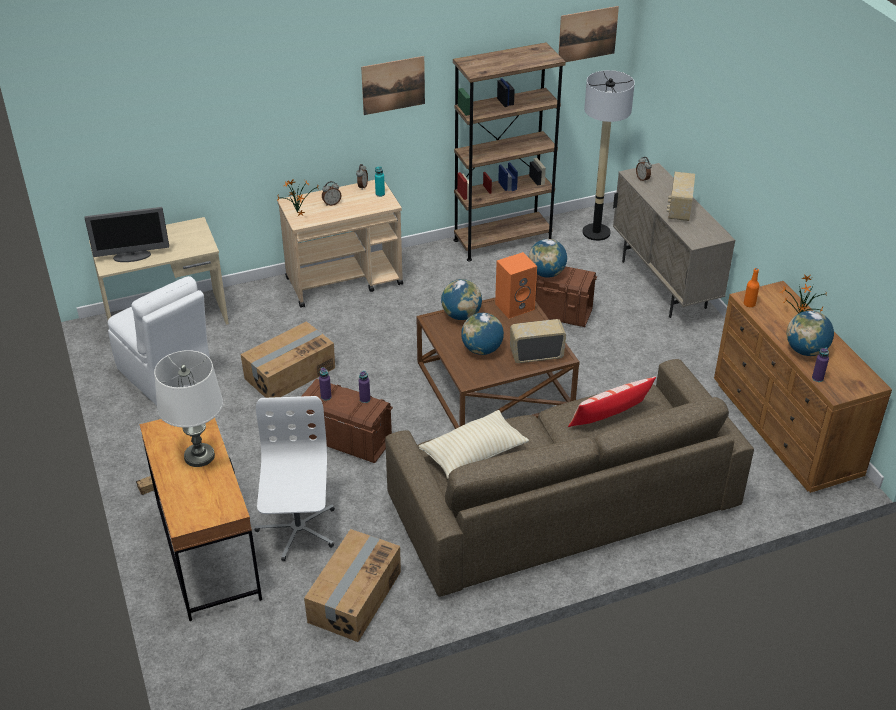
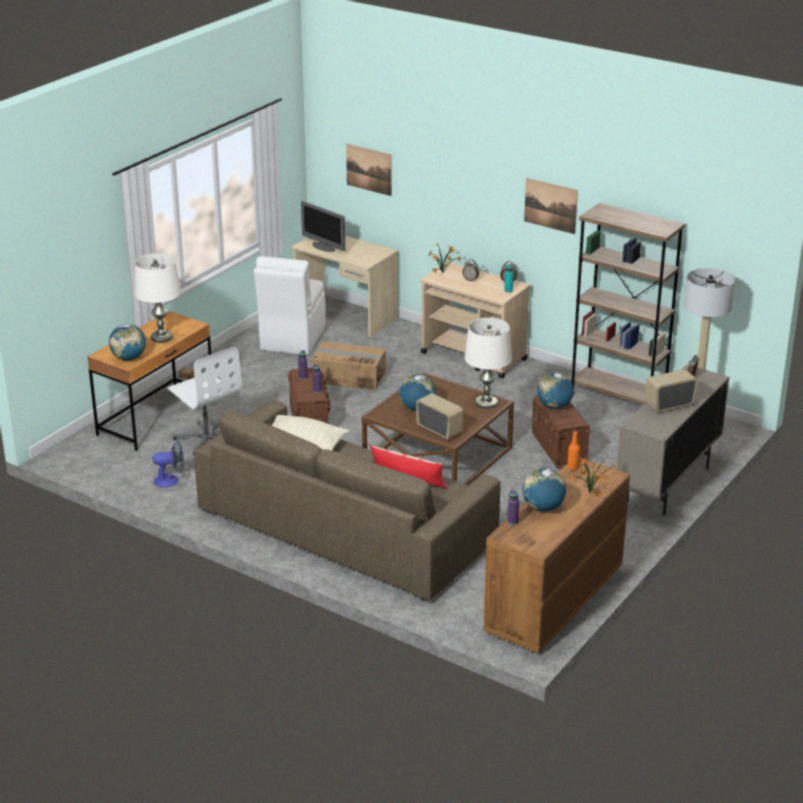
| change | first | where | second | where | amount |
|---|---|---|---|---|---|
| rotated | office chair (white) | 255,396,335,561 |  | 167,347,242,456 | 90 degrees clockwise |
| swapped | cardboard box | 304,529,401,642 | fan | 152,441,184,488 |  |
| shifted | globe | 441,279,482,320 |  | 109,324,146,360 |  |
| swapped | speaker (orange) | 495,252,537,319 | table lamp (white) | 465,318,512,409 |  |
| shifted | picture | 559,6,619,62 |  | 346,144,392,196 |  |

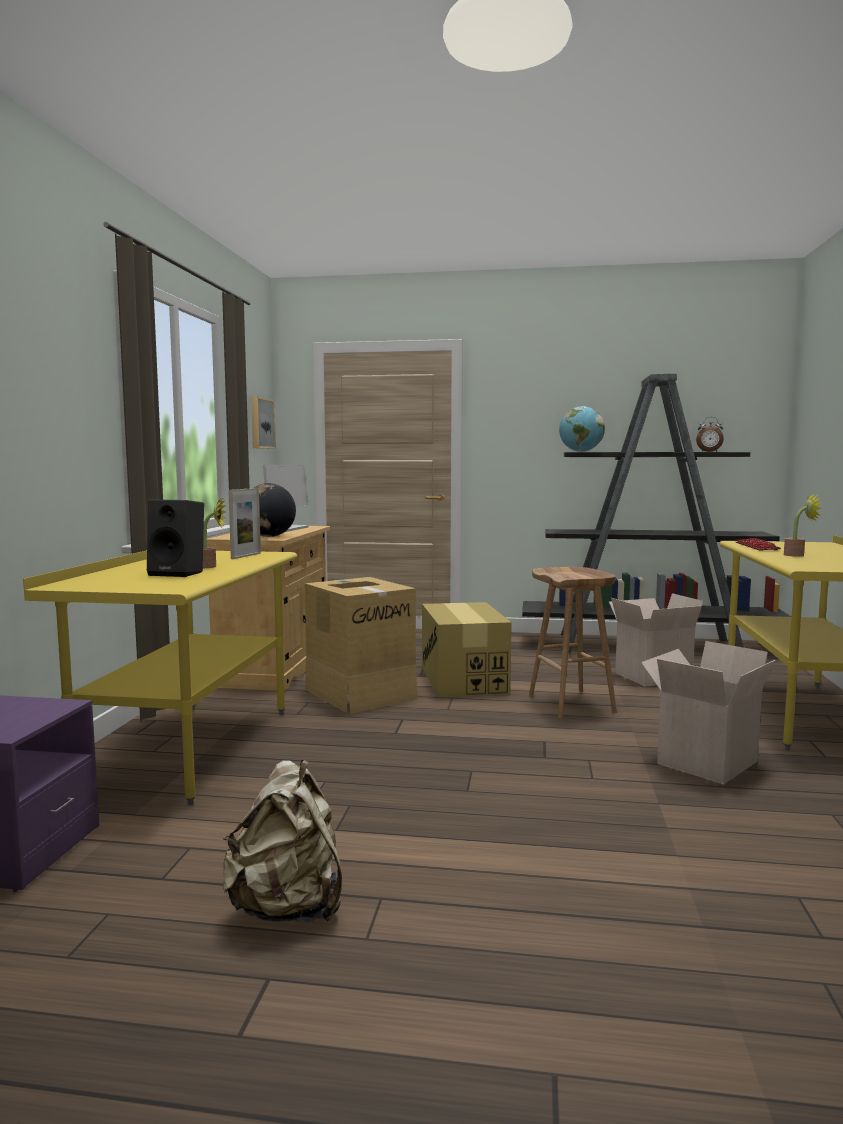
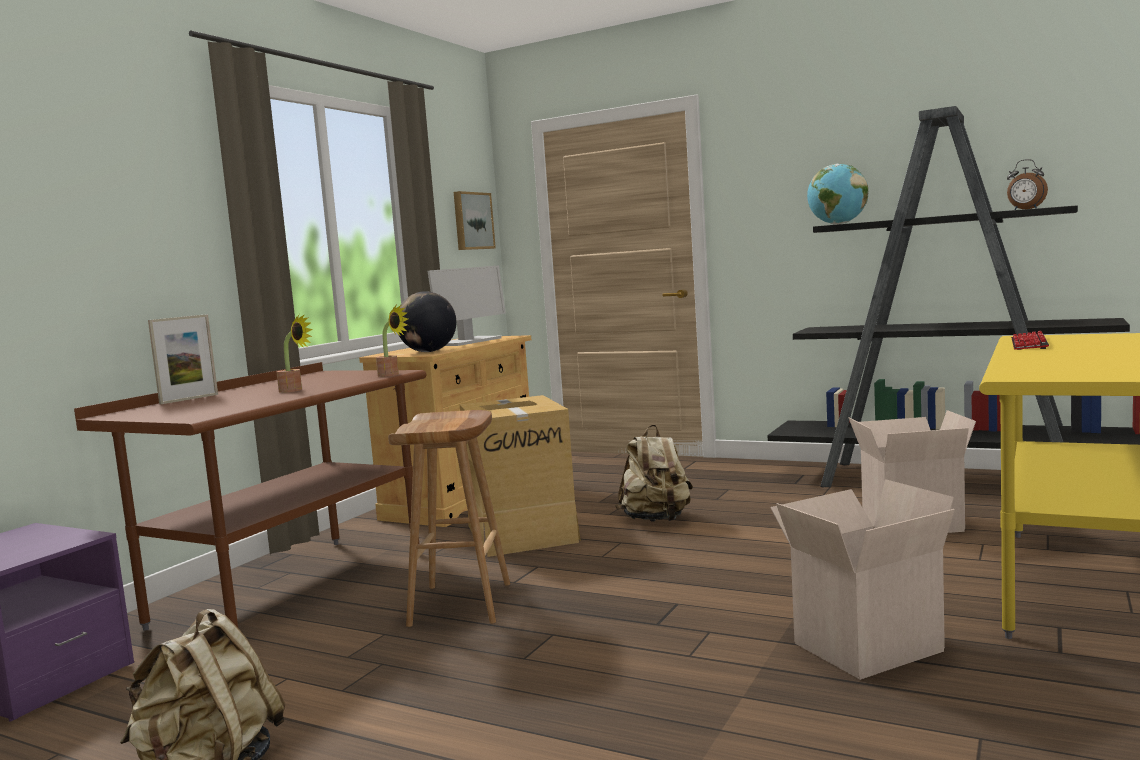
| change | first | where | second | where | amount |
|---|---|---|---|---|---|
| repainted | desk (yellow) | 23,550,297,805 | desk (brown) | 74,362,427,631 |  |
| gone | speaker (black) | 147,500,204,577 |  |  |  |
| shifted | picture frame | 228,488,261,559 |  | 148,314,218,404 |  |
| swapped | cardboard box | 422,602,512,697 | backpack (beige) | 615,425,693,521 |  |
| shifted | stool (brown) | 529,567,617,719 |  | 388,410,510,627 |  |
| shifted | potted plant | 784,493,822,557 |  | 376,305,408,377 |  |

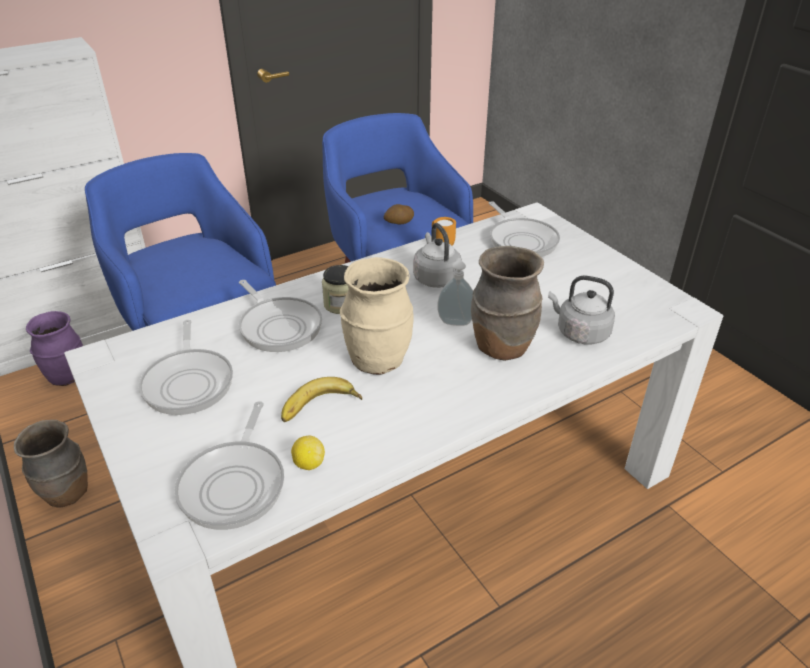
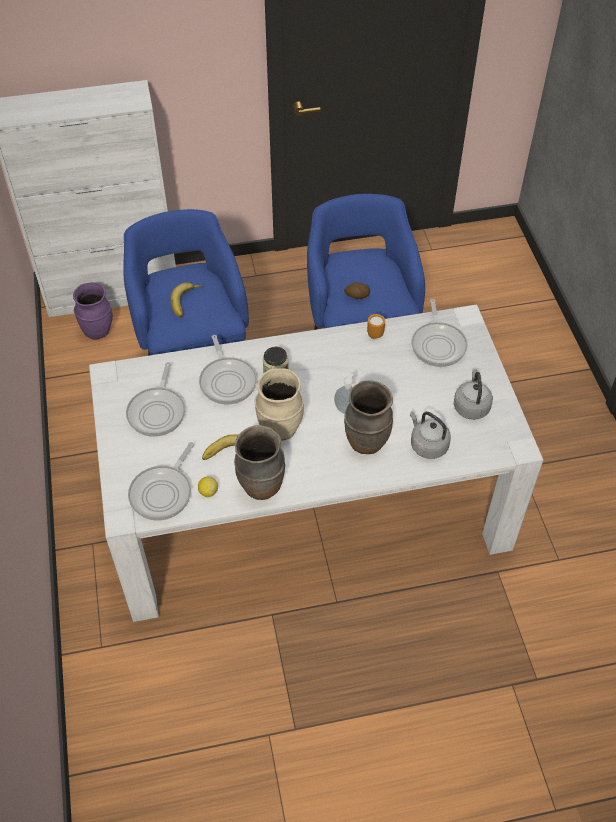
| change | first | where | second | where | amount |
|---|---|---|---|---|---|
| shifted | vase (brown) | 14,420,88,508 |  | 234,425,285,500 |  |
| shifted | kettle (grey) | 413,223,461,288 |  | 454,369,493,420 |  |
| new |  |  | banana | 170,282,203,317 |  |

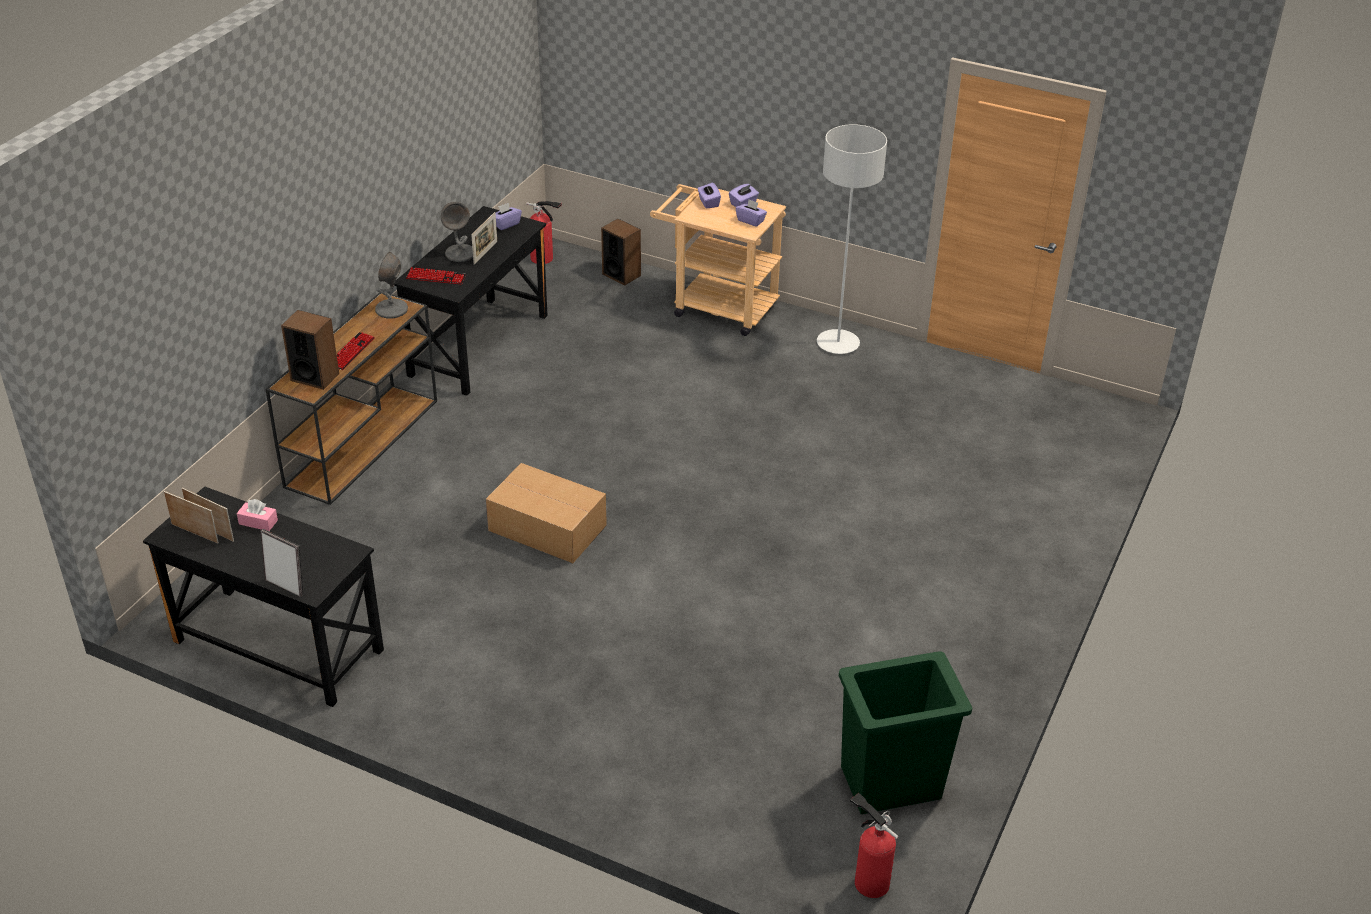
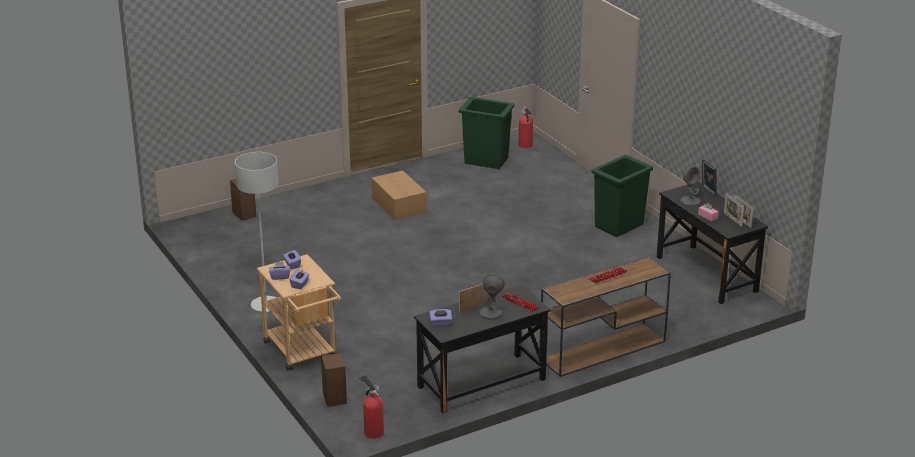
| change | first | where | second | where | amount |
|---|---|---|---|---|---|
| shifted | speaker | 281,310,339,390 |  | 230,179,256,221 |  |
| shifted | table lamp (grey) | 375,252,408,318 |  | 680,167,701,206 |  |
| shifted | cardboard box | 486,463,607,563 |  | 371,171,427,220 |  |
| new |  |  | trash can (green) | 591,155,653,237 |  |

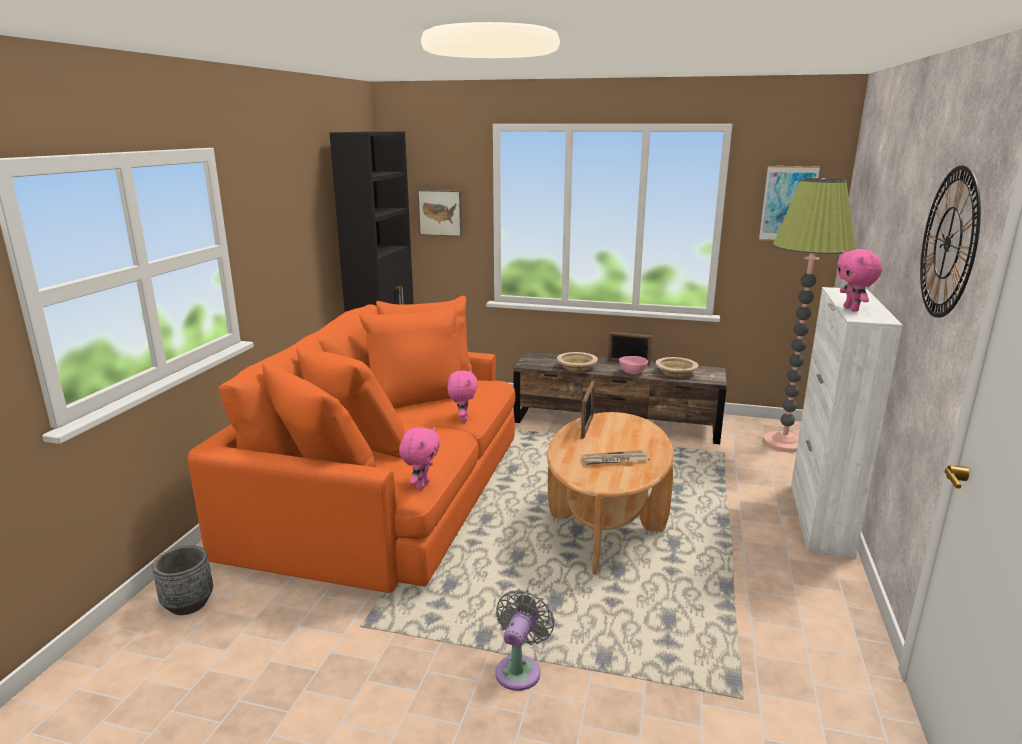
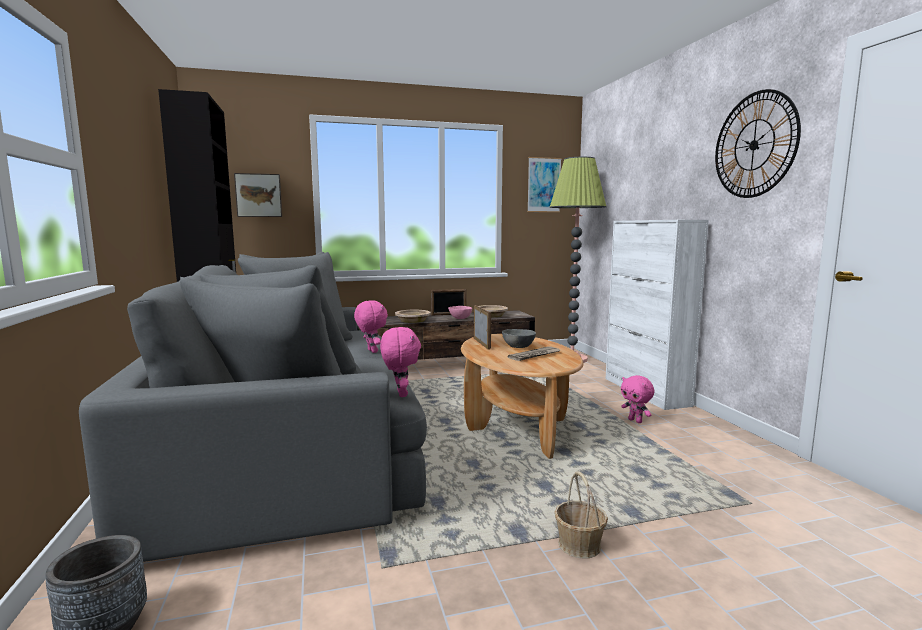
| change | first | where | second | where | amount |
|---|---|---|---|---|---|
| repainted | sofa (orange) | 188,296,515,593 | sofa (grey) | 79,252,427,562 |  |
| swapped | fan (grey) | 495,589,555,691 | basket | 554,471,608,558 |  |
| shifted | plush toy (pink) | 837,249,882,312 |  | 621,375,654,423 |  |
| new |  |  | bowl (grey) | 502,329,536,348 |  |

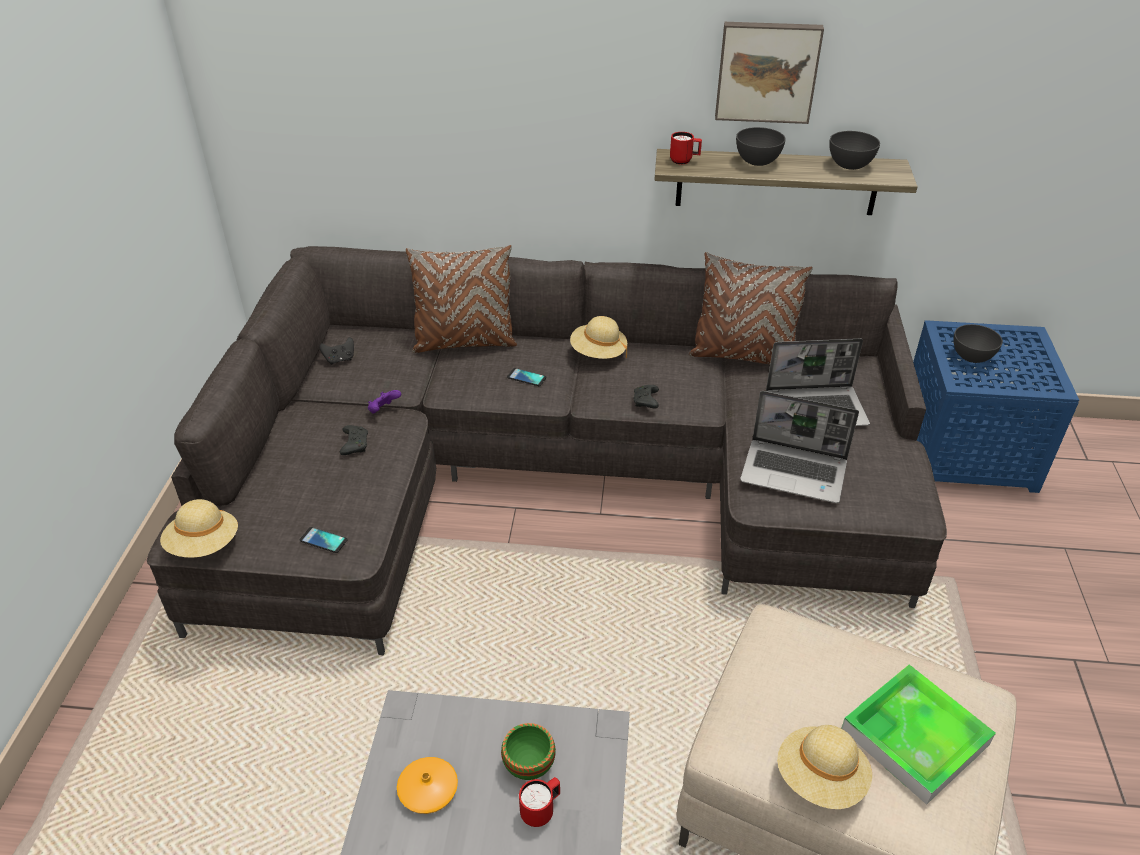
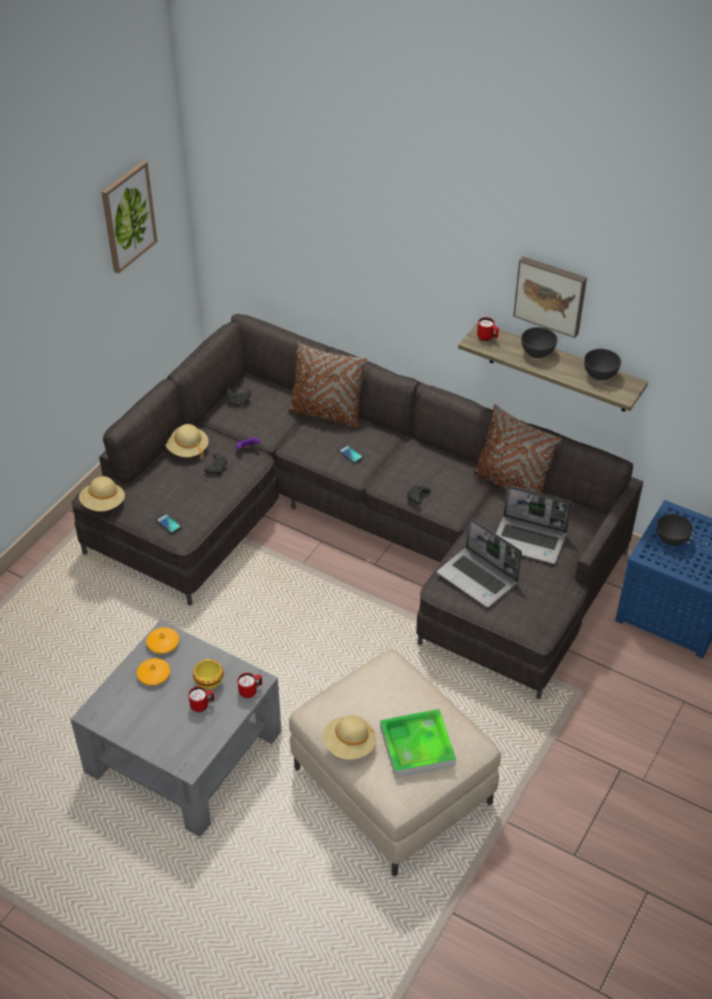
| change | first | where | second | where | amount |
|---|---|---|---|---|---|
| repainted | bowl (green) | 501,723,556,780 | bowl (yellow) | 193,659,224,689 |  |
| shifted | hat (beige) | 570,316,627,359 |  | 165,424,209,460 |  |
| new |  |  | picture | 101,161,157,274 |  |
| new |  |  | vase (orange) | 146,627,179,654 |  |
| new |  |  | mug (red) | 237,673,262,698 |  |

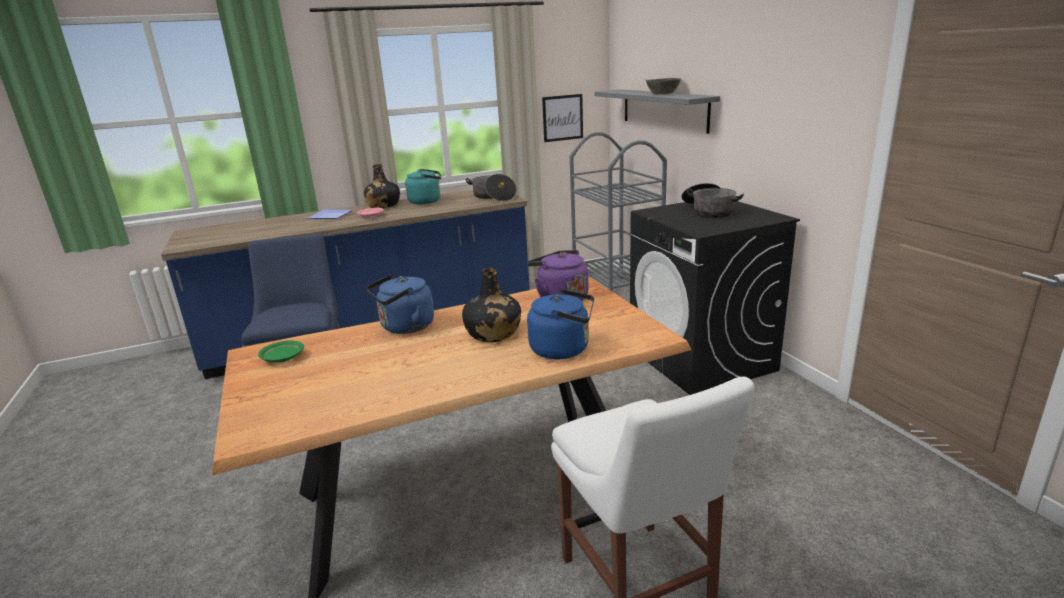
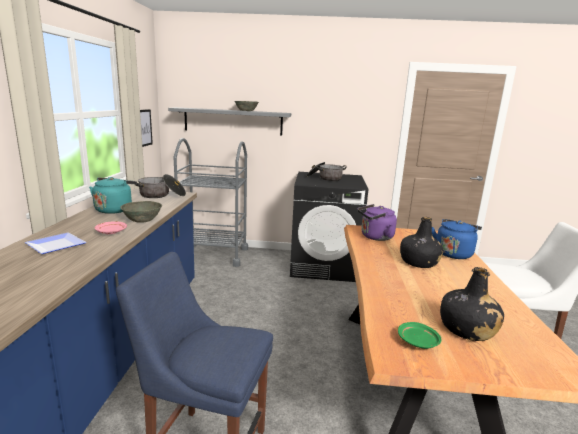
| change | first | where | second | where | amount |
|---|---|---|---|---|---|
| shifted | bottle (black) | 364,164,400,208 |  | 440,267,504,341 |  |
| gone | kettle (blue) | 366,274,434,334 |  |  |  |
| new |  |  | bowl (grey) | 120,201,162,223 |  |

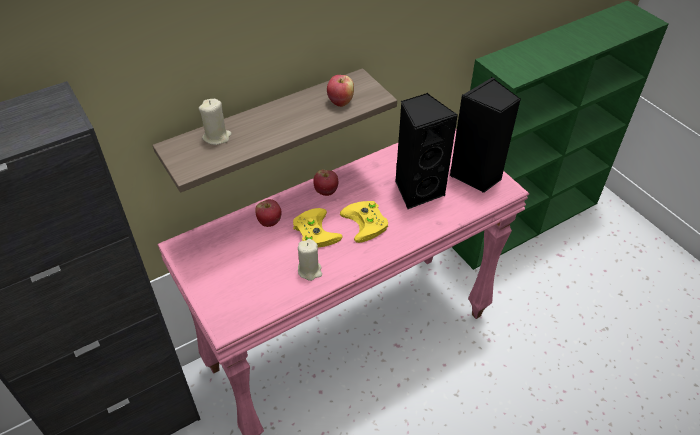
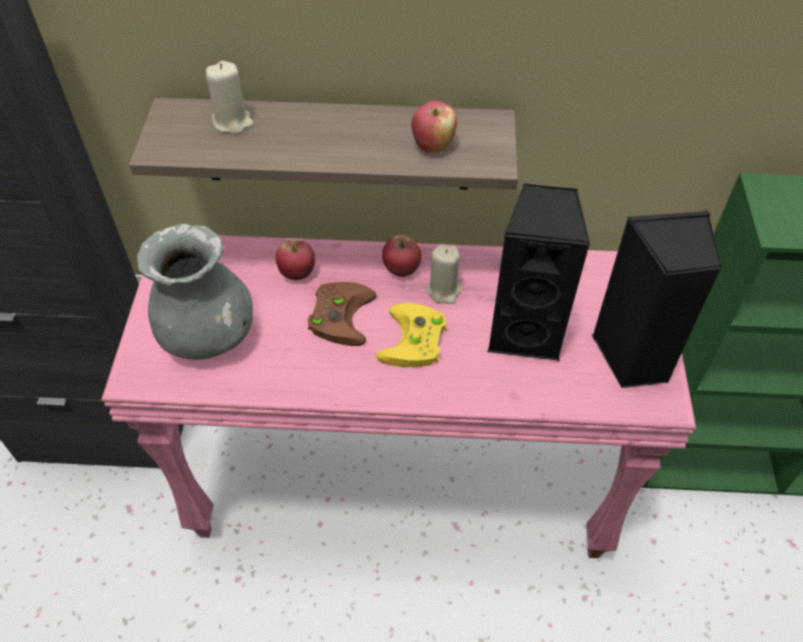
| change | first | where | second | where | amount |
|---|---|---|---|---|---|
| repainted | game controller (yellow) | 293,208,342,247 | game controller (brown) | 308,282,376,346 |  |
| shifted | candle (beige) | 298,239,322,281 |  | 427,244,461,304 |  |
| new |  |  | vase (grey) | 137,224,253,360 |  |

